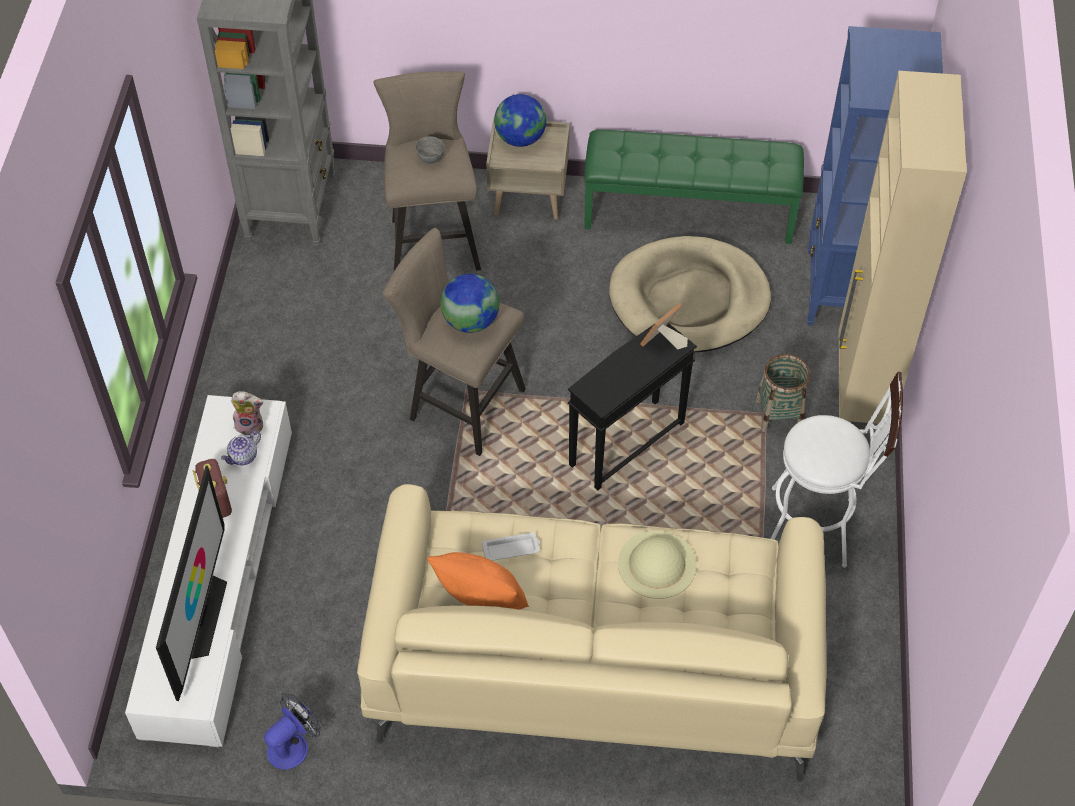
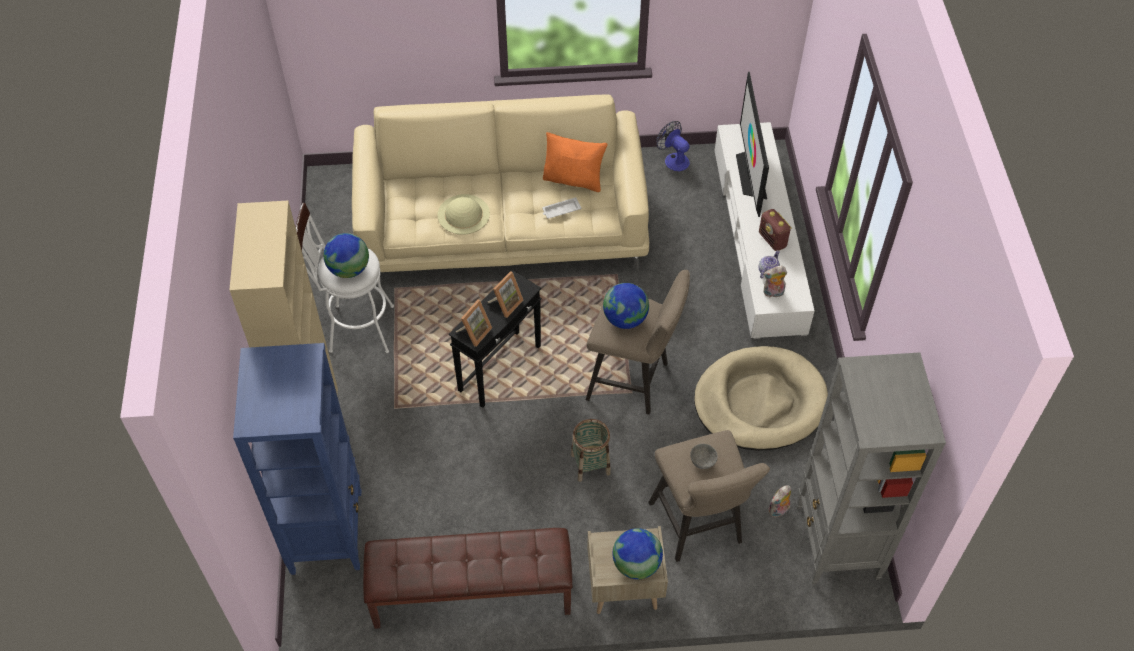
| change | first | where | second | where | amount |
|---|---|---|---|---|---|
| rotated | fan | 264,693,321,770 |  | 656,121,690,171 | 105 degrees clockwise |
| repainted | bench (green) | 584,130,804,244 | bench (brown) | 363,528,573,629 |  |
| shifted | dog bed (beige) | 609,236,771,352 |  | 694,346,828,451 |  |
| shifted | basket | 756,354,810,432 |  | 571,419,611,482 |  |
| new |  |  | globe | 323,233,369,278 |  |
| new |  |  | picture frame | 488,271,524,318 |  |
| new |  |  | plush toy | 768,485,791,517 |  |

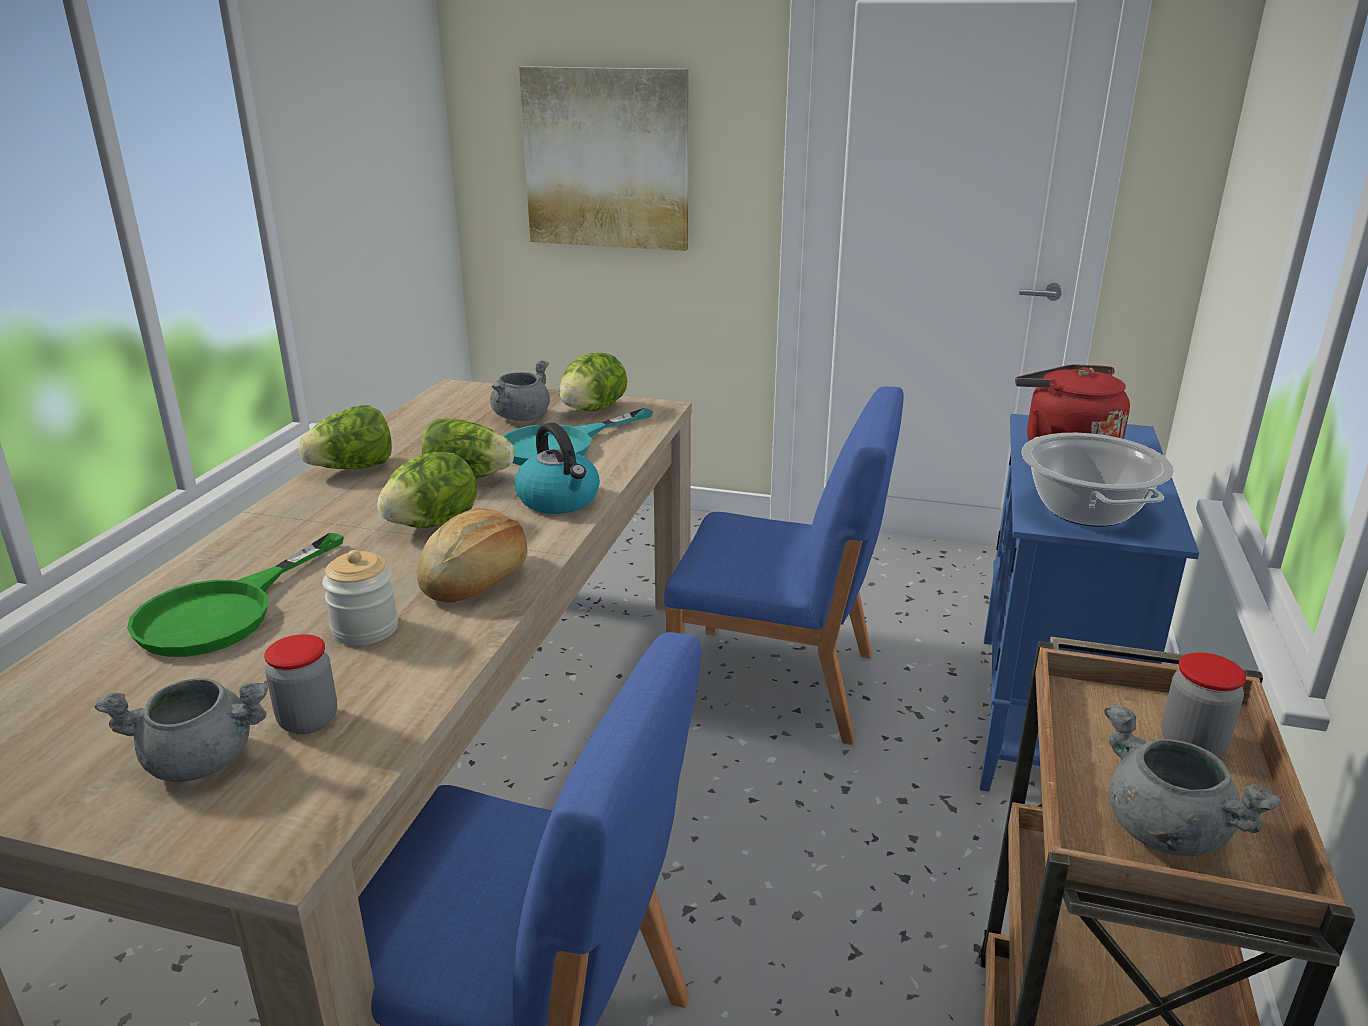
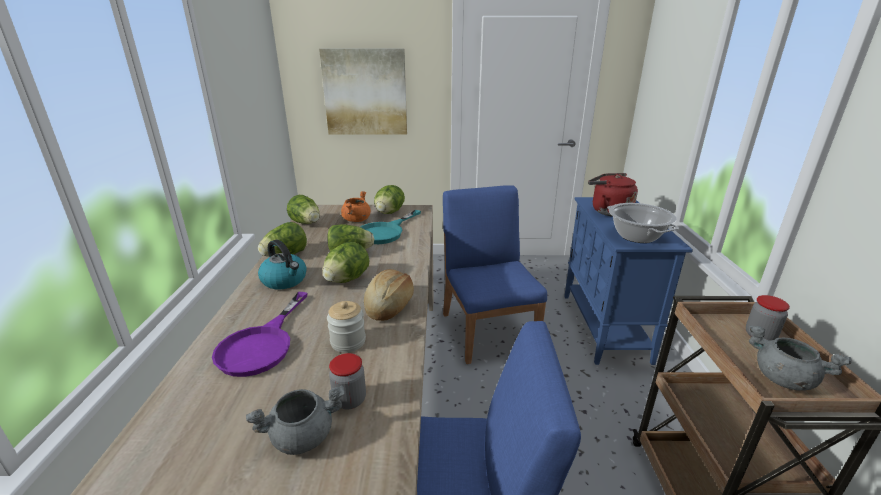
| change | first | where | second | where | amount |
|---|---|---|---|---|---|
| repainted | frying pan (green) | 127,533,344,657 | frying pan (purple) | 212,292,307,377 |  |
| repainted | cooking pot (grey) | 490,360,550,421 | cooking pot (orange) | 341,191,371,222 |  |
| shifted | kettle | 515,422,600,514 |  | 258,240,307,290 |  |
| rotated | chair (blue) | 664,386,904,745 |  | 443,185,547,364 | 105 degrees counterclockwise |
| new |  |  | lettuce | 287,195,320,224 |  |

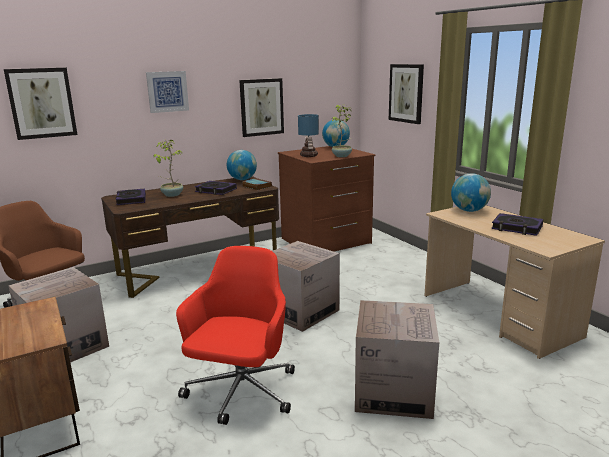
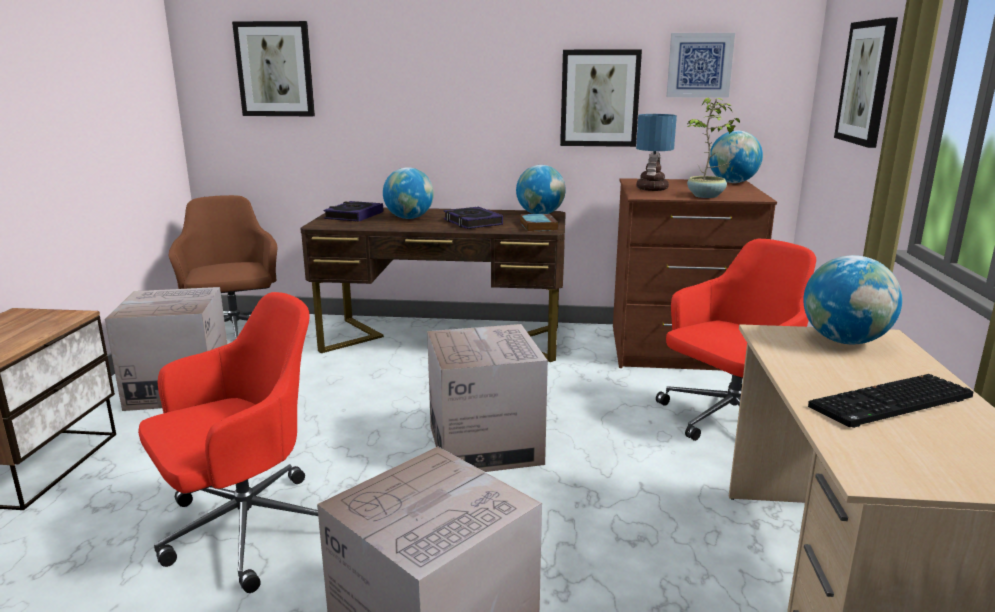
| change | first | where | second | where | amount |
|---|---|---|---|---|---|
| shifted | picture | 146,71,189,113 |  | 667,33,735,98 |  |
| swapped | potted plant | 154,139,183,197 | globe | 383,167,434,219 |  |
| swapped | book | 491,213,543,236 | keyboard | 808,374,974,428 |  |
| new |  |  | office chair (red) | 656,239,816,441 |  |

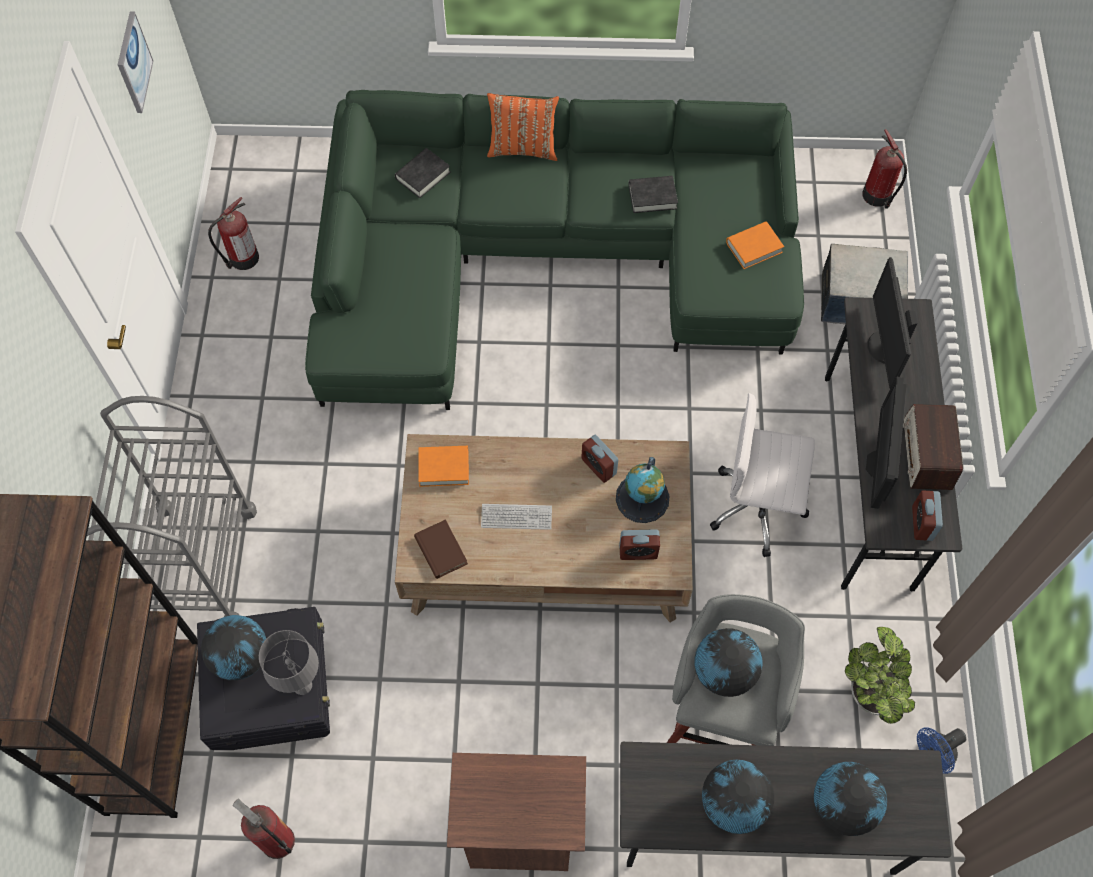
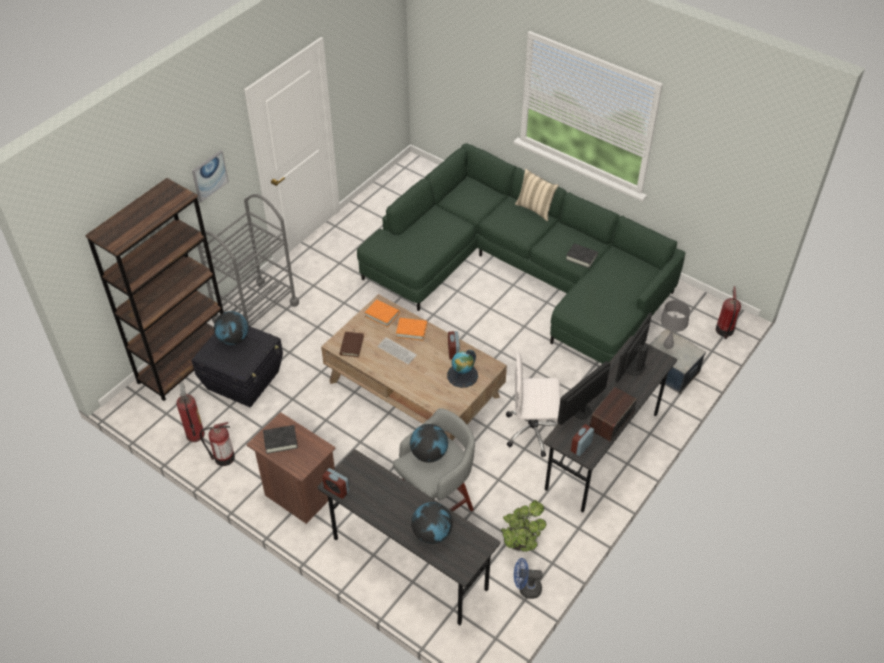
| change | first | where | second | where | amount |
|---|---|---|---|---|---|
| shifted | picture | 118,12,153,113 |  | 192,150,229,202 |  |
| shifted | fire extinguisher | 208,197,259,270 |  | 200,422,235,466 |  |
| shifted | table lamp (grey) | 259,630,319,695 |  | 660,300,690,349 |  |
| shifted | book (black) | 395,148,451,198 |  | 263,425,298,454 |  |
| repainted | pillow (orange) | 487,93,559,161 | pillow (beige) | 515,169,559,221 |  |
| shifted | alarm clock | 619,530,660,560 |  | 322,468,349,499 |  |
| gone | globe | 702,760,774,834 |  |  |  |
| rotated | office chair (white) | 710,393,815,557 |  | 506,352,560,457 | 45 degrees counterclockwise |
| shifted | book (orange) | 726,221,784,269 |  | 396,318,427,341 |  |

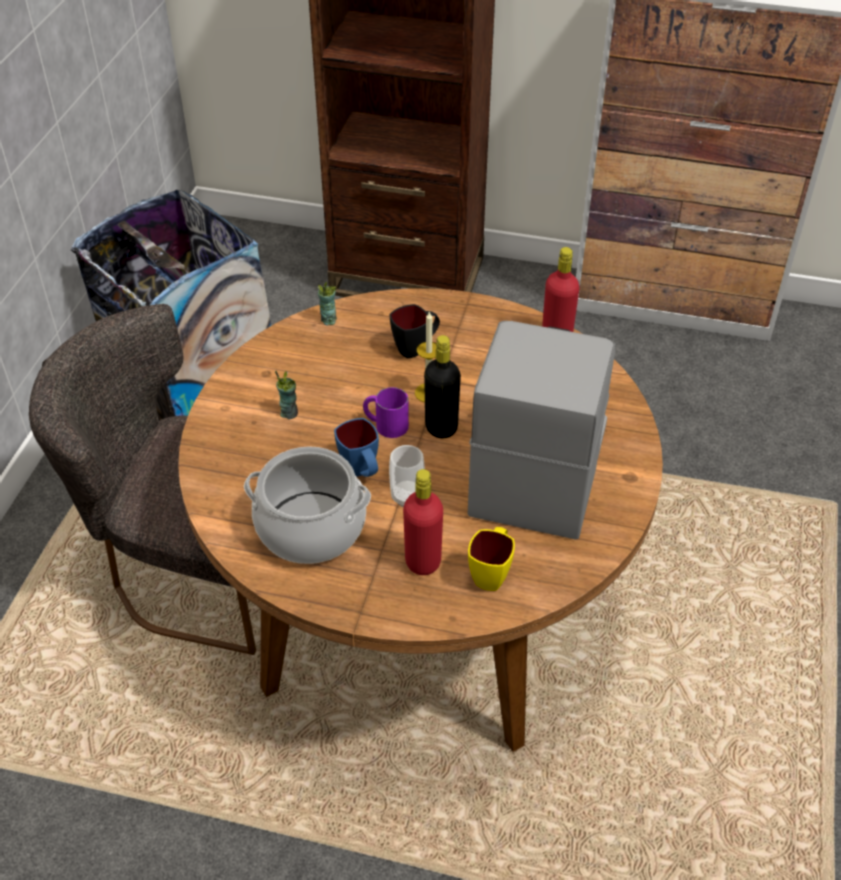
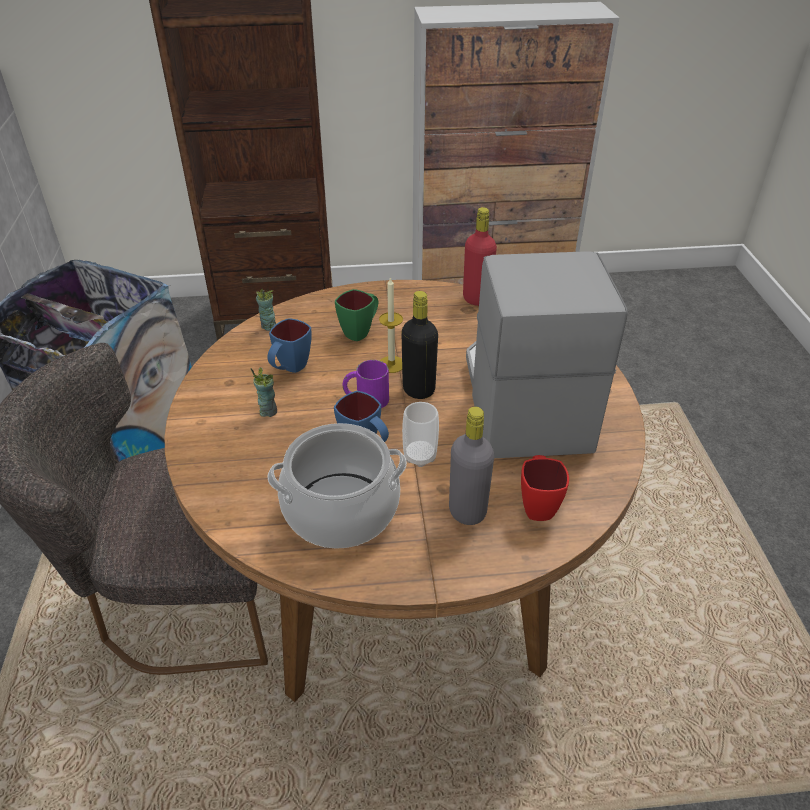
| change | first | where | second | where | amount |
|---|---|---|---|---|---|
| repainted | mug (black) | 390,304,440,359 | mug (green) | 335,289,378,341 |  |
| repainted | bottle (red) | 403,469,443,575 | bottle (grey) | 449,407,494,525 |  |
| repainted | mug (yellow) | 468,527,515,591 | mug (red) | 521,455,569,521 |  |
| new |  |  | mug (blue) | 268,318,312,373 |  |

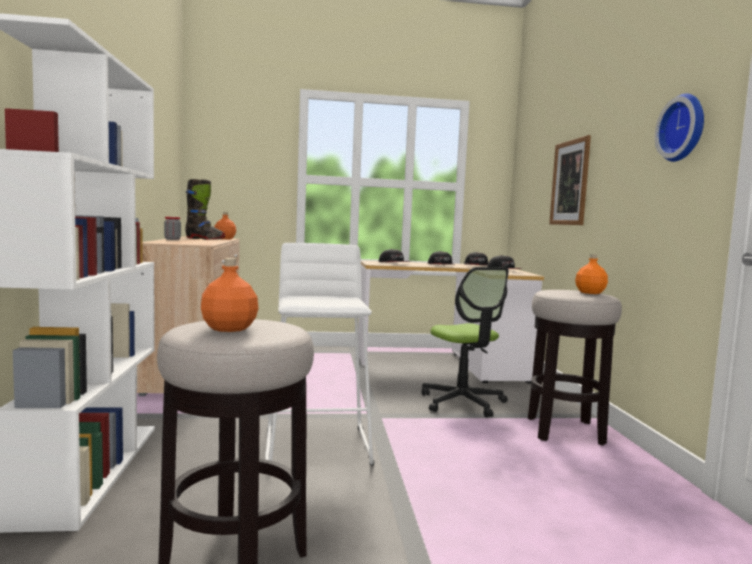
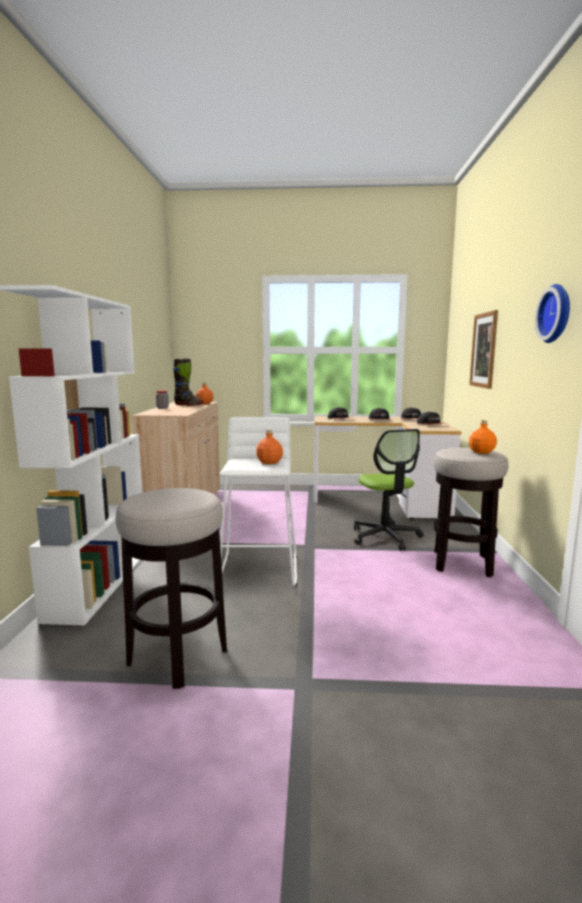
| change | first | where | second | where | amount |
|---|---|---|---|---|---|
| shifted | bottle (orange) | 201,258,259,332 |  | 256,429,283,464 |  |

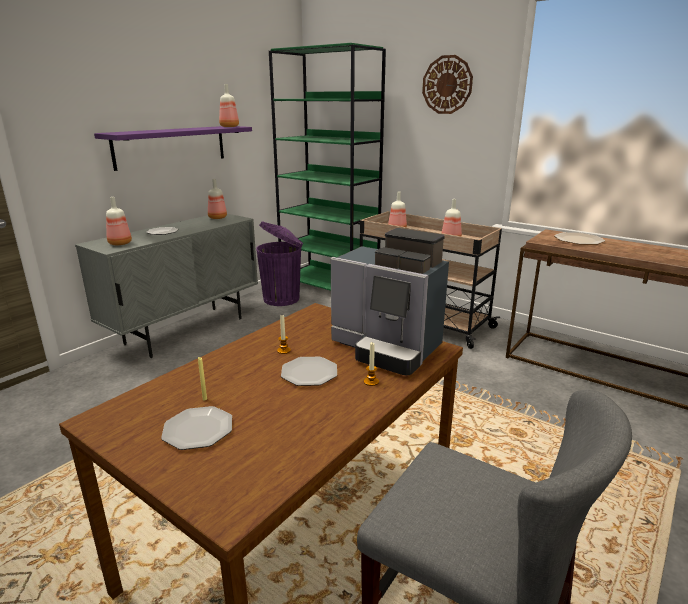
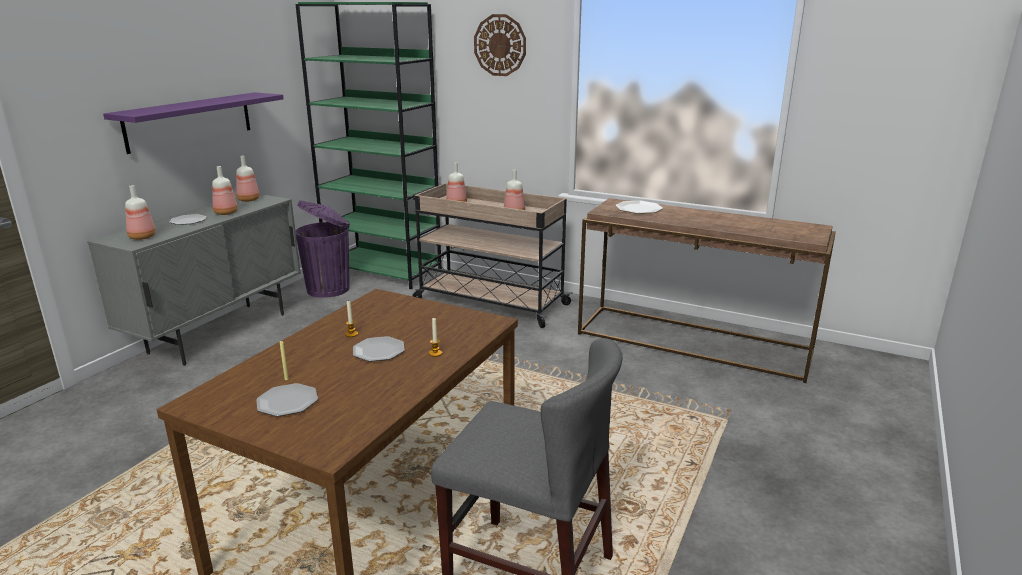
| change | first | where | second | where | amount |
|---|---|---|---|---|---|
| shifted | bottle | 219,84,239,127 |  | 212,166,238,215 |  |
| gone | coffee machine | 331,228,449,375 |  |  |  |

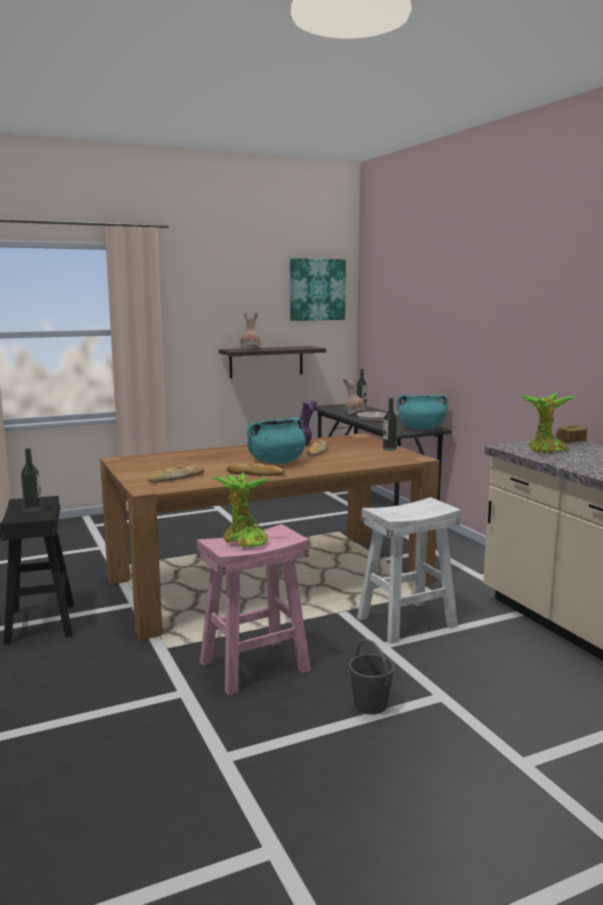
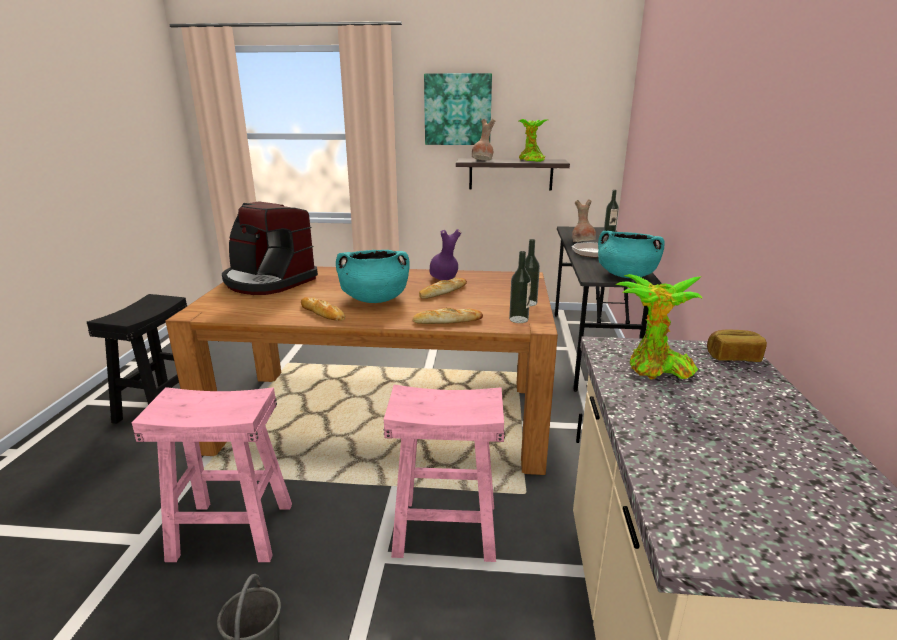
| change | first | where | second | where | amount |
|---|---|---|---|---|---|
| shifted | bottle | 21,448,42,512 |  | 509,251,531,323 |  |
| shifted | bread | 148,465,204,483 |  | 413,308,483,324 |  |
| shifted | potted plant | 211,472,272,547 |  | 519,119,547,162 |  |
| shifted | picture | 290,258,346,321 |  | 424,73,492,145 |  |
| repainted | stool (white) | 357,497,460,644 | stool (pink) | 383,385,505,562 |  |
| new |  |  | coffee machine | 222,201,318,295 |  |

